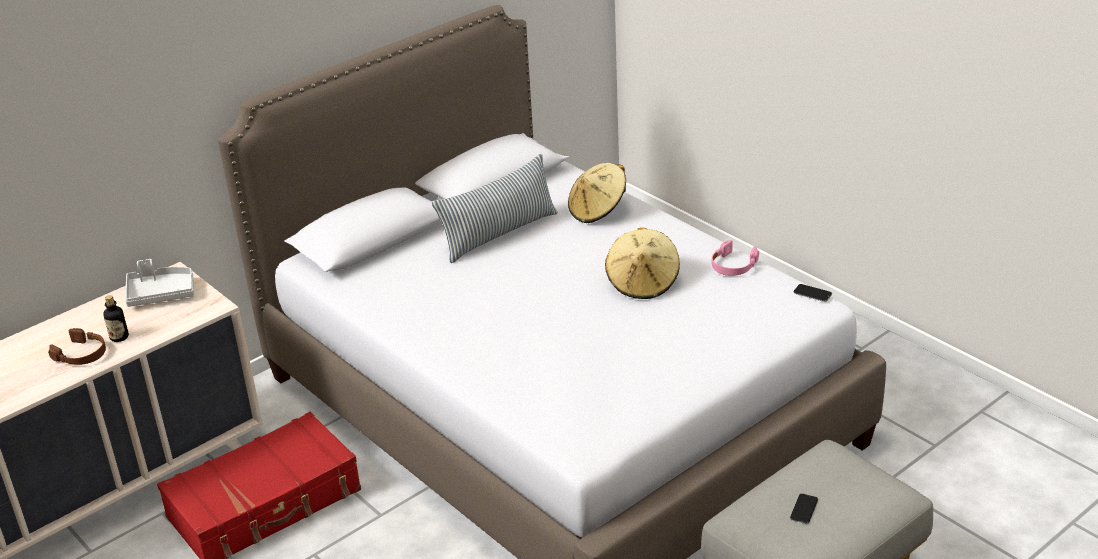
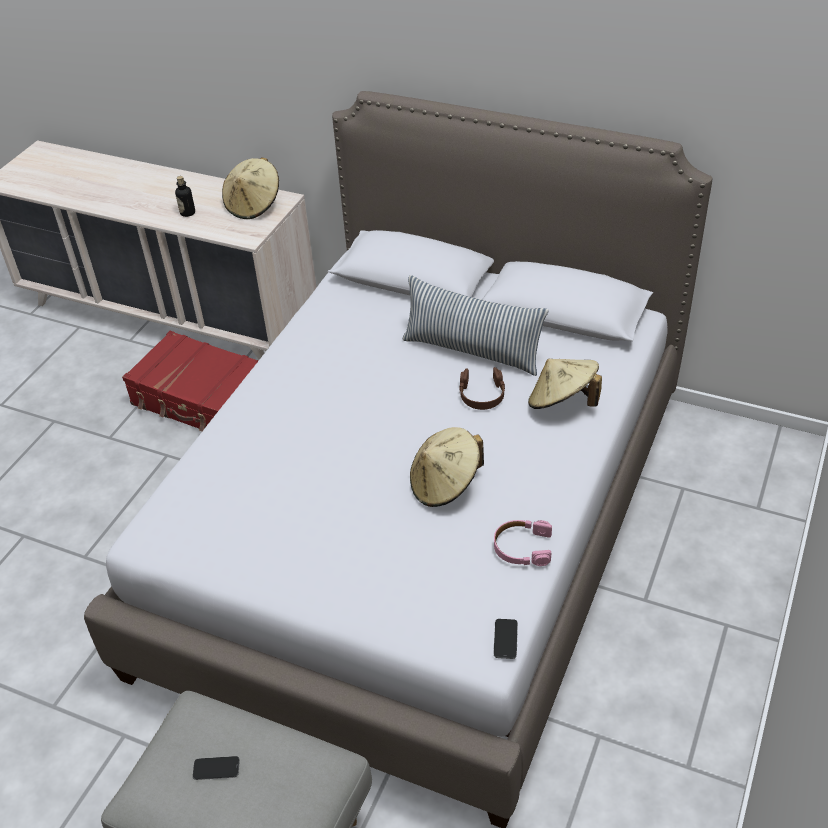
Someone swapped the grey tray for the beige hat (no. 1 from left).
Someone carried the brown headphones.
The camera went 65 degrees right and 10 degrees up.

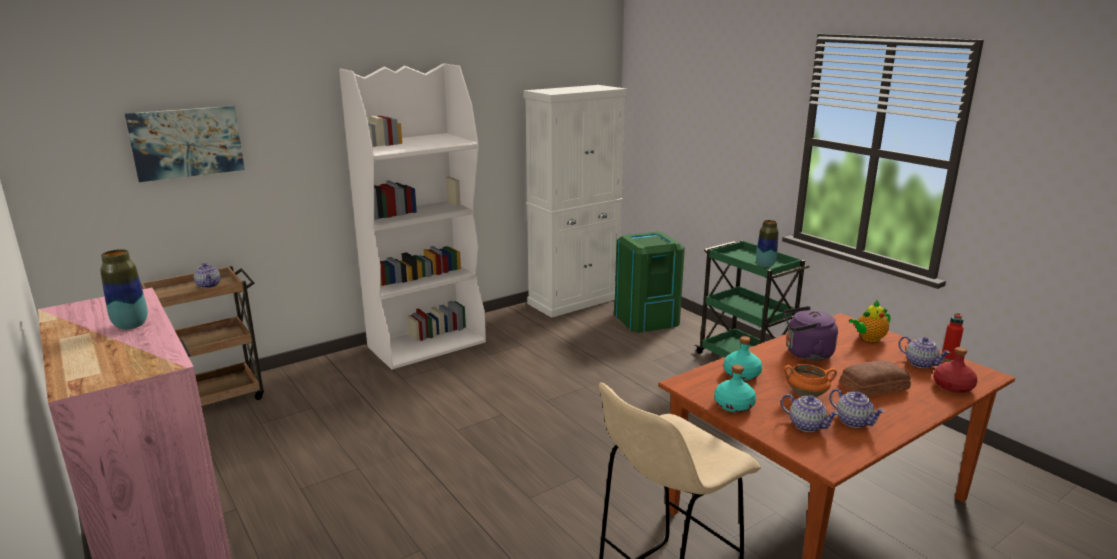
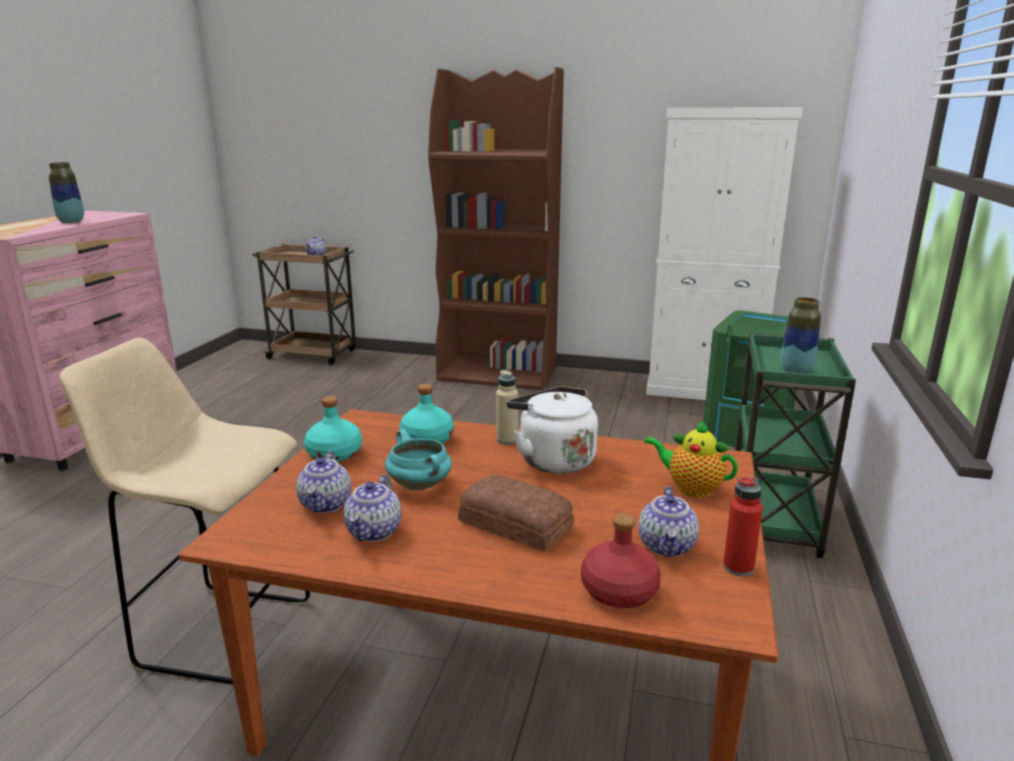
Someone repainted the white bookcase, which became the brown bookcase.
Someone took away the picture.
Someone repainted the purple kettle, which became the white kettle.
Someone repainted the orange cooking pot, which became the turquoise cooking pot.
Someone put down the beige bottle.
The camera went 50 degrees right and 0 degrees up.

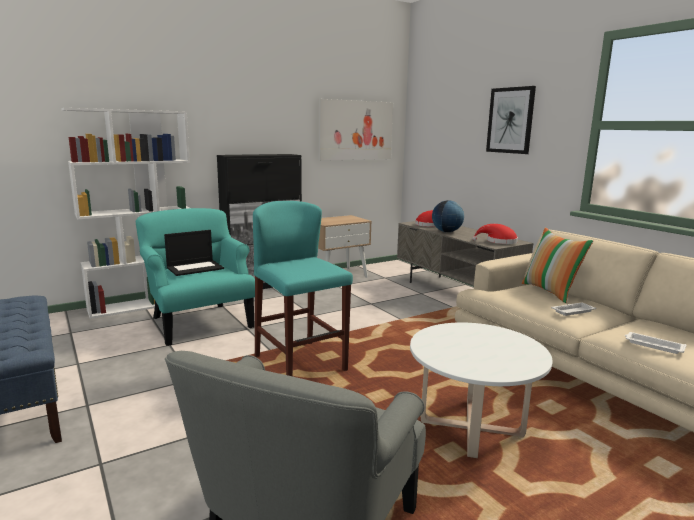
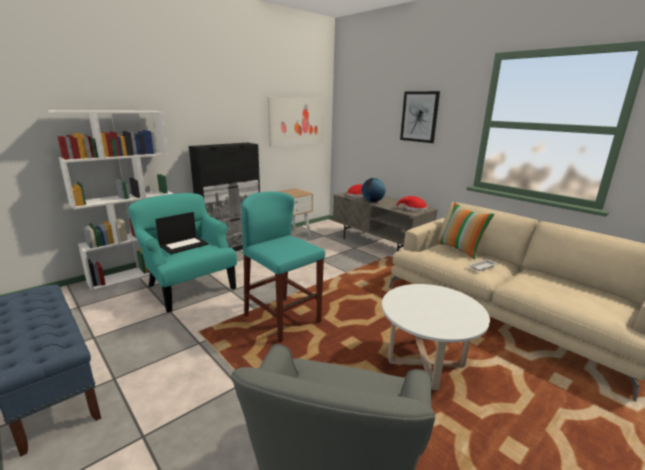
Someone took away the white tray (no. 2 from left).
The camera went 10 degrees left and 5 degrees up.

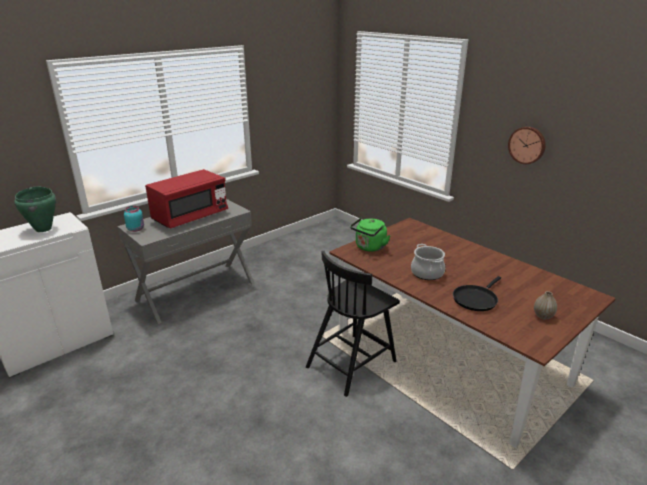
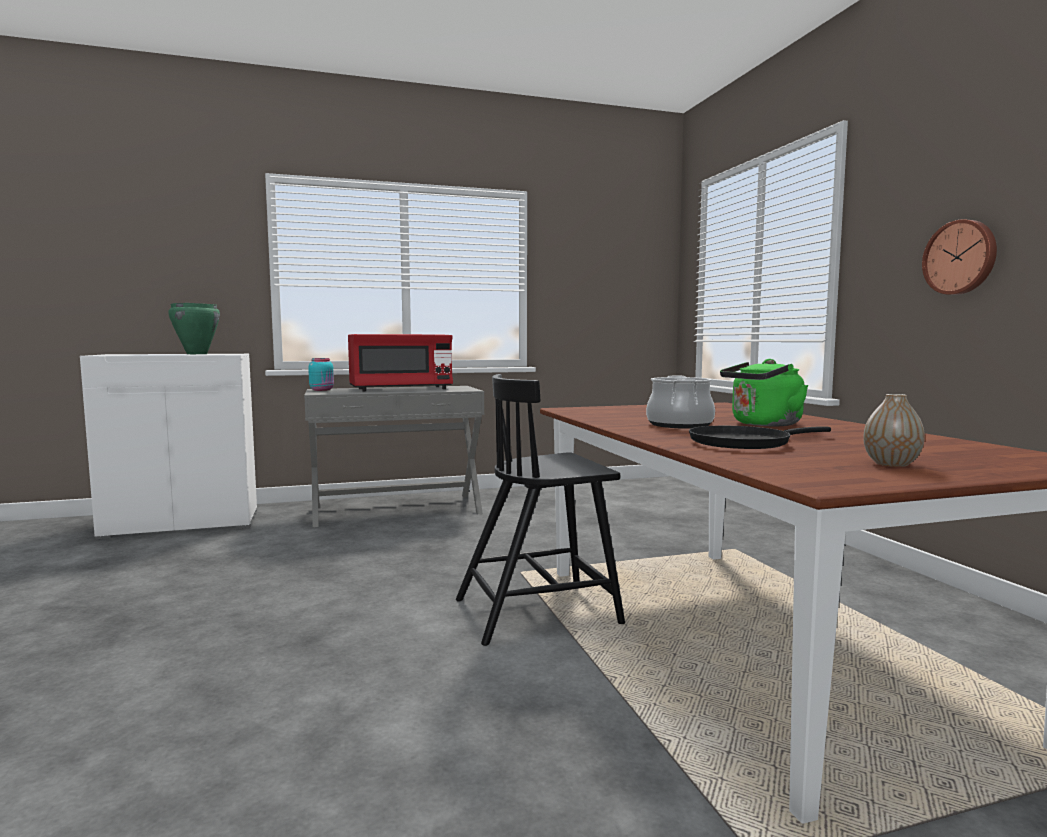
Someone carried the green kettle.
The camera went 25 degrees right and 20 degrees down.

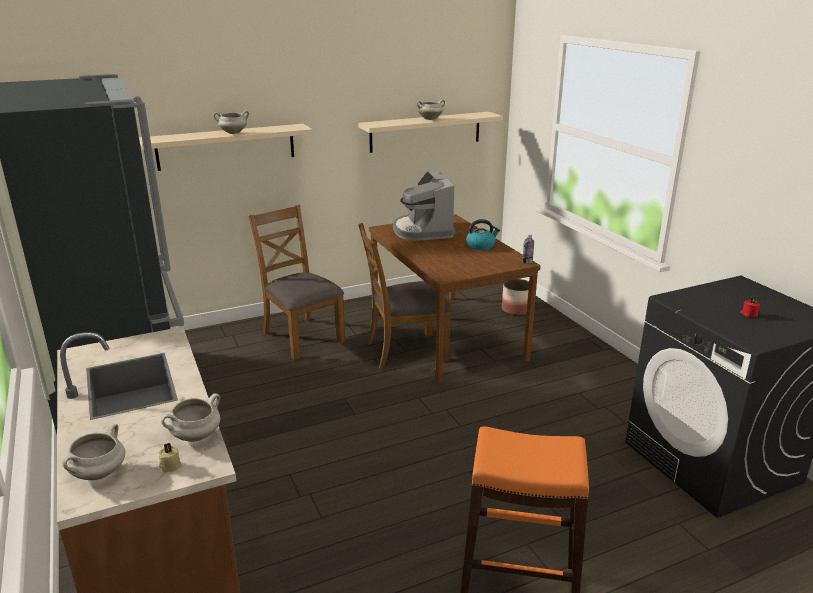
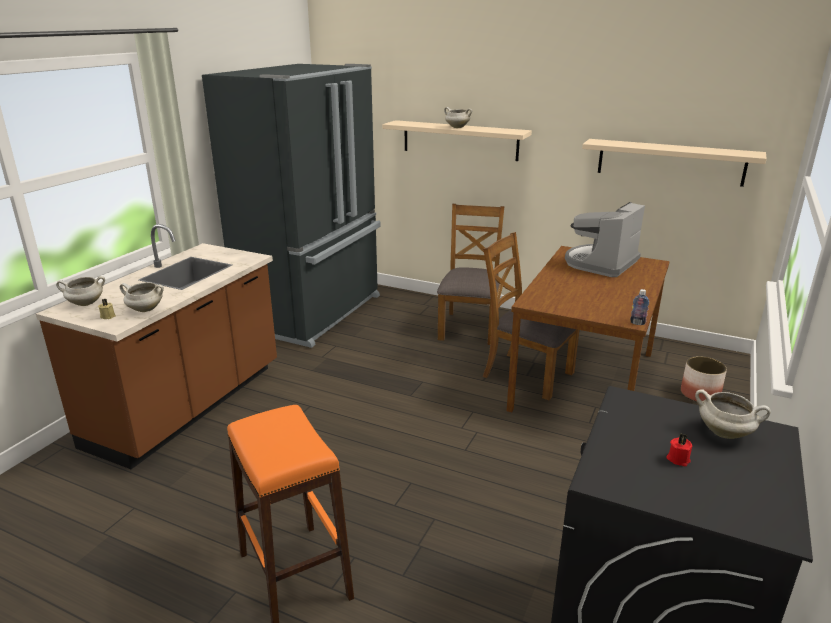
Someone carried the white cooking pot (no. 4 from left).
Someone took away the kettle.
The camera went 50 degrees right and 0 degrees up.

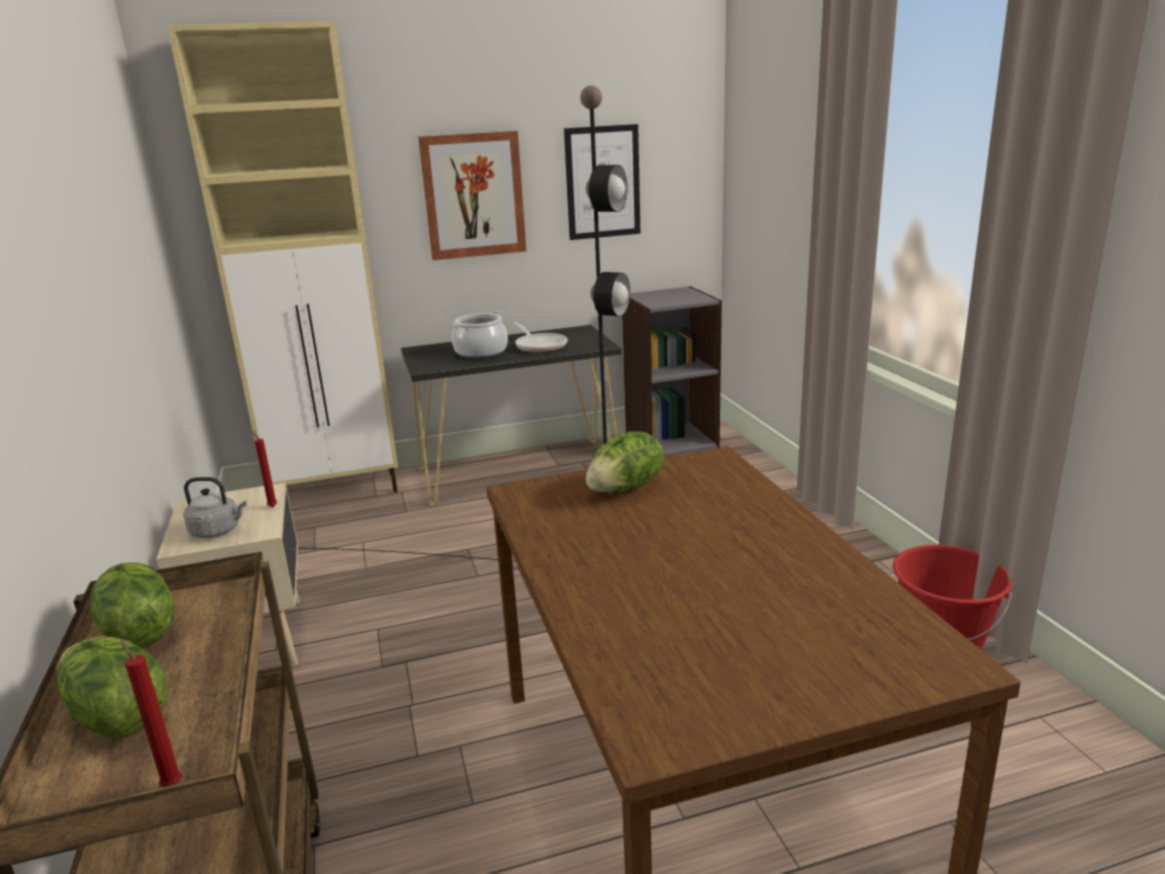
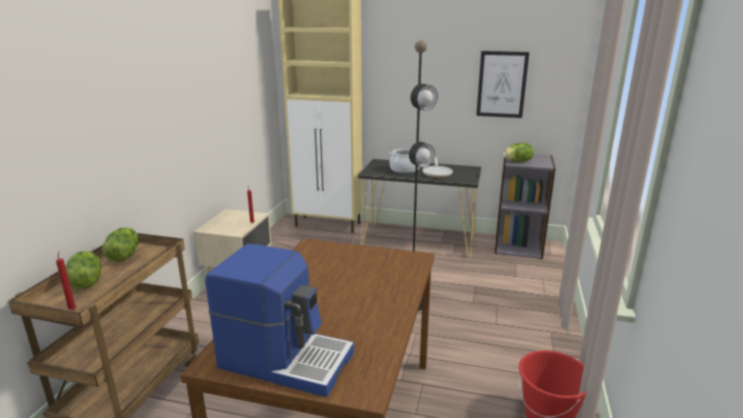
Someone took away the picture (no. 1 from left).
Someone carried the lettuce (no. 3 from left).
Someone took away the grey kettle.
Someone put down the coffee machine.
The camera went 30 degrees right and 0 degrees up.

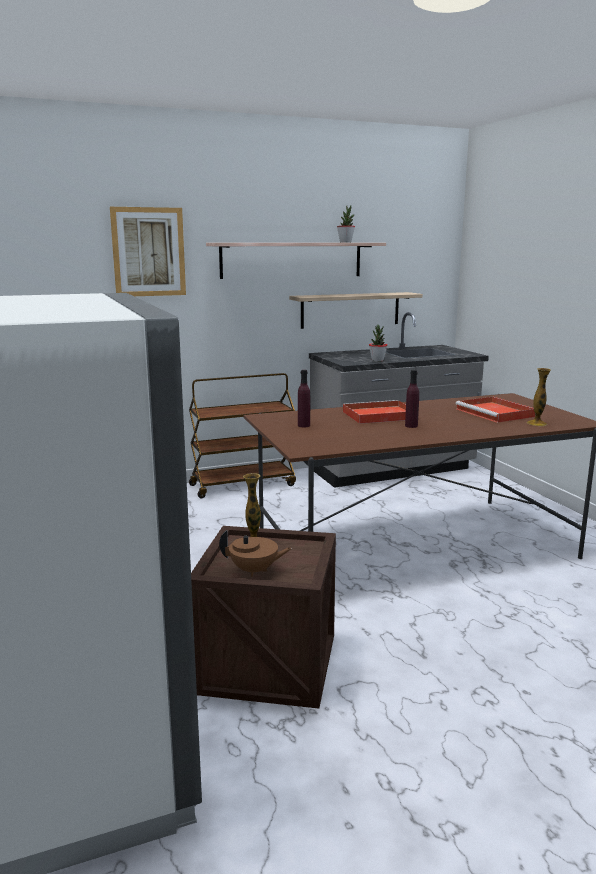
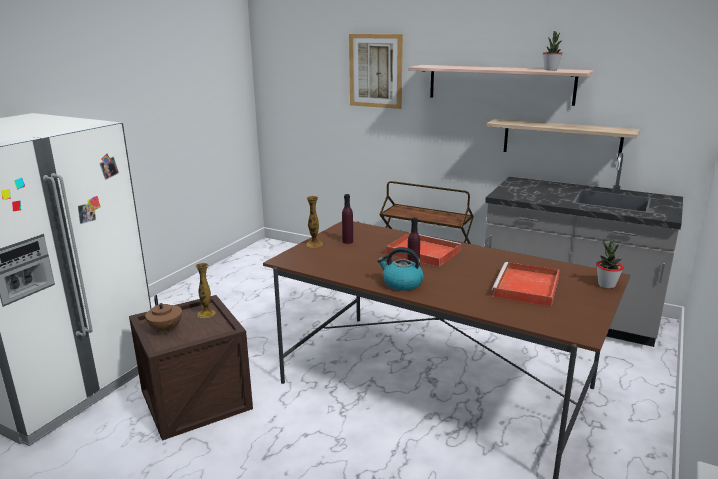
Someone carried the potted plant (no. 2 from left).
Someone carried the vase (no. 2 from left).
Someone put down the kettle.
The camera went 50 degrees right and 5 degrees up.

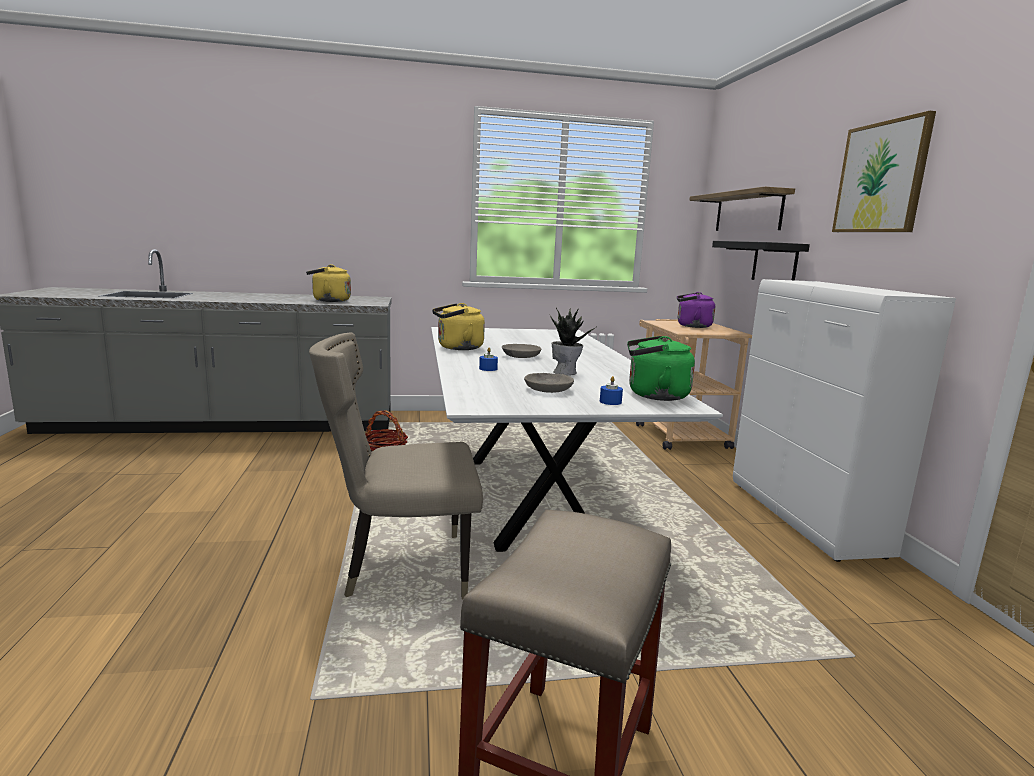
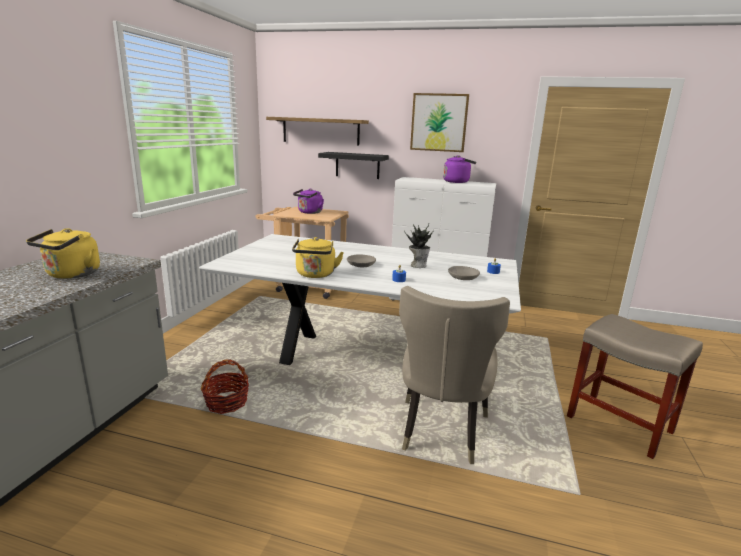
Someone took away the green kettle.
Someone put down the purple kettle (no. 2 from left).
The camera went 65 degrees left and 5 degrees up.

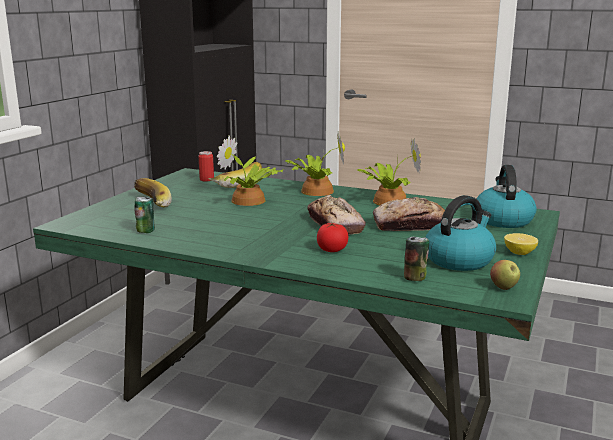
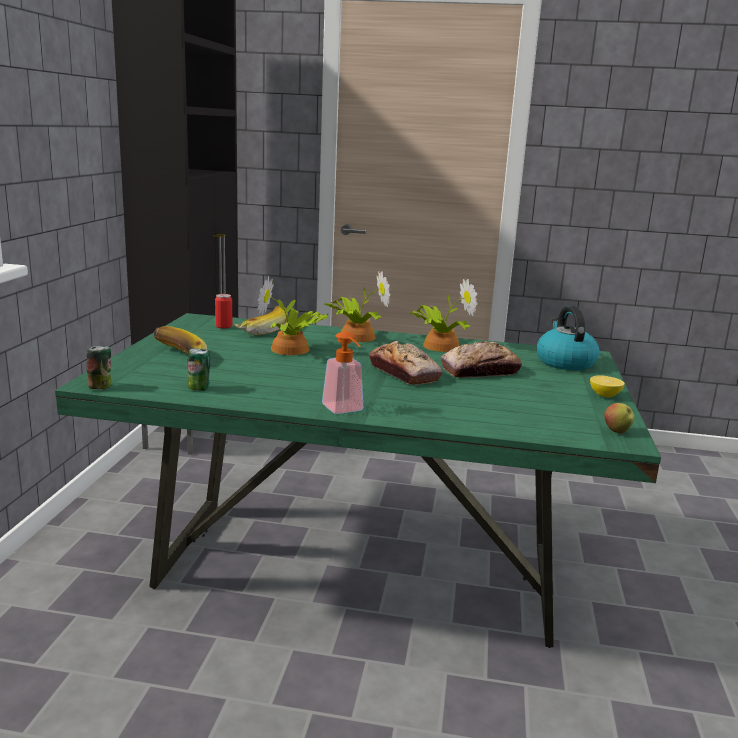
Someone took away the kettle (no. 1 from left).
Someone took away the tomato.
Someone carried the can (no. 3 from left in the first image).
Someone put down the soap dispenser.
The camera went 15 degrees left and 0 degrees up.

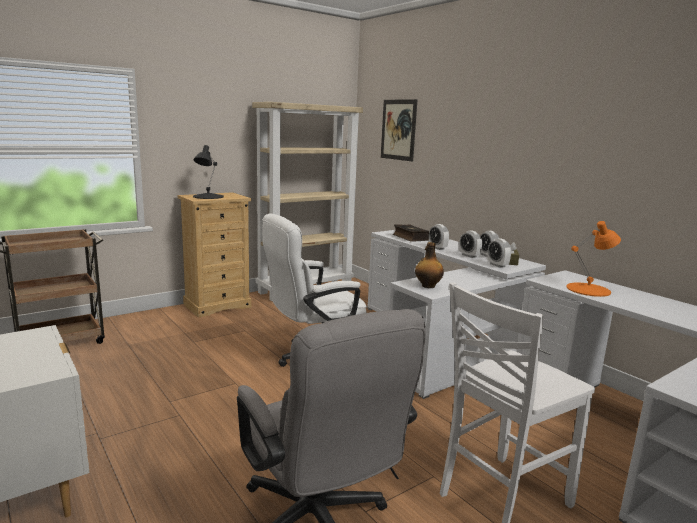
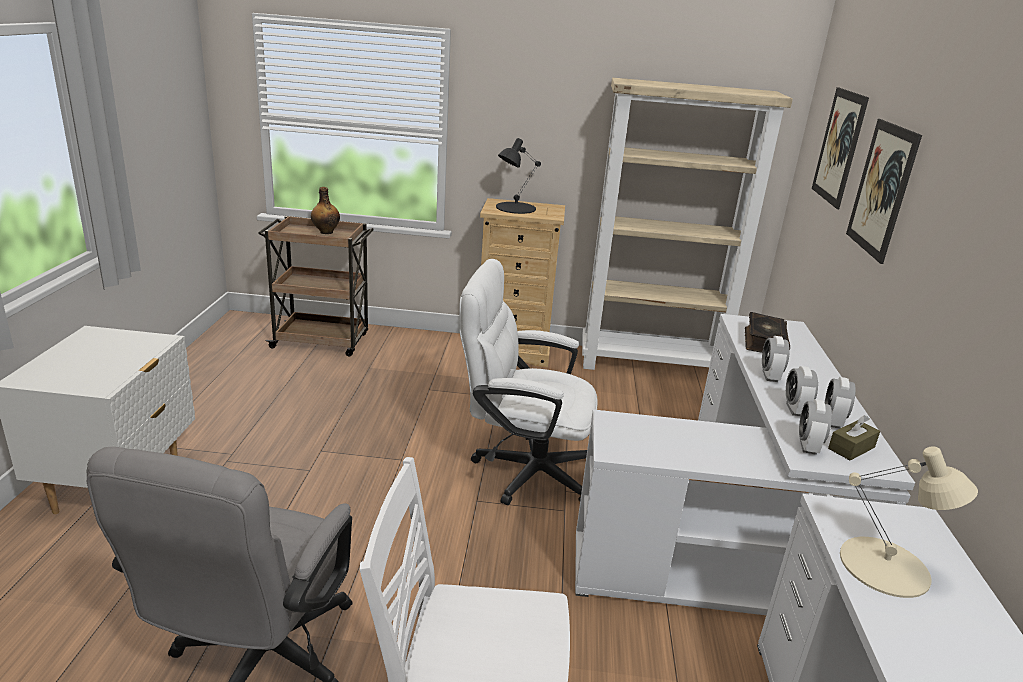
Someone repainted the orange table lamp, which became the beige table lamp.
Someone carried the bottle.
Someone put up the picture (no. 2 from left).
The camera went 40 degrees right and 10 degrees up.

